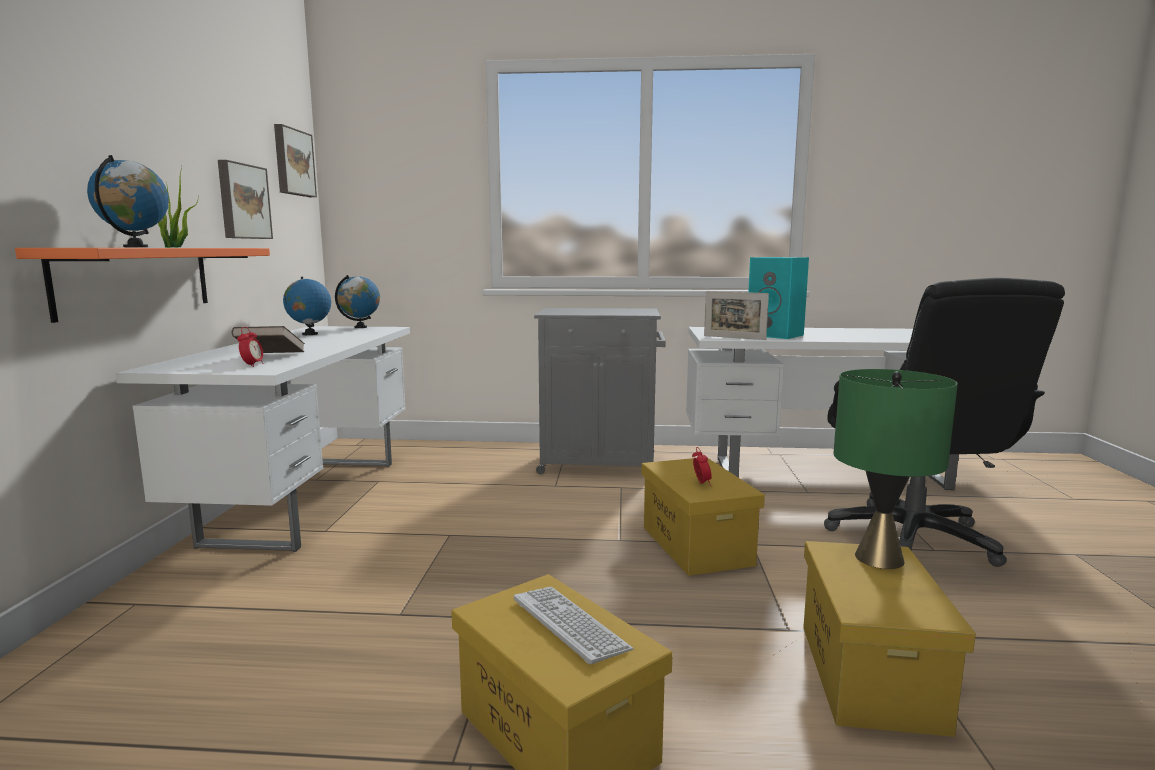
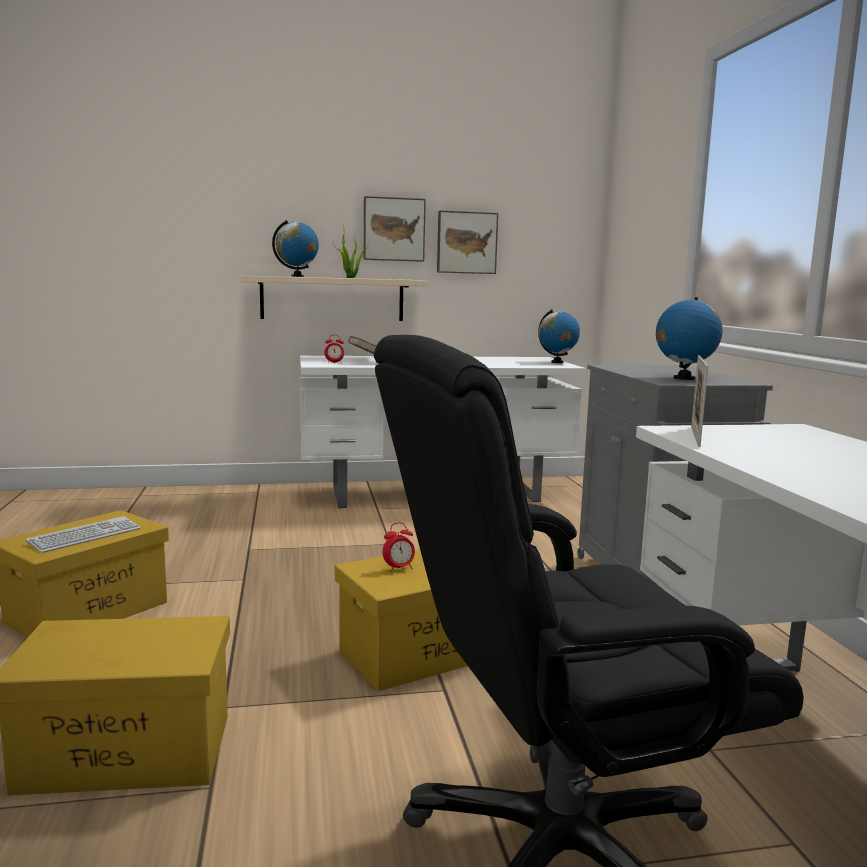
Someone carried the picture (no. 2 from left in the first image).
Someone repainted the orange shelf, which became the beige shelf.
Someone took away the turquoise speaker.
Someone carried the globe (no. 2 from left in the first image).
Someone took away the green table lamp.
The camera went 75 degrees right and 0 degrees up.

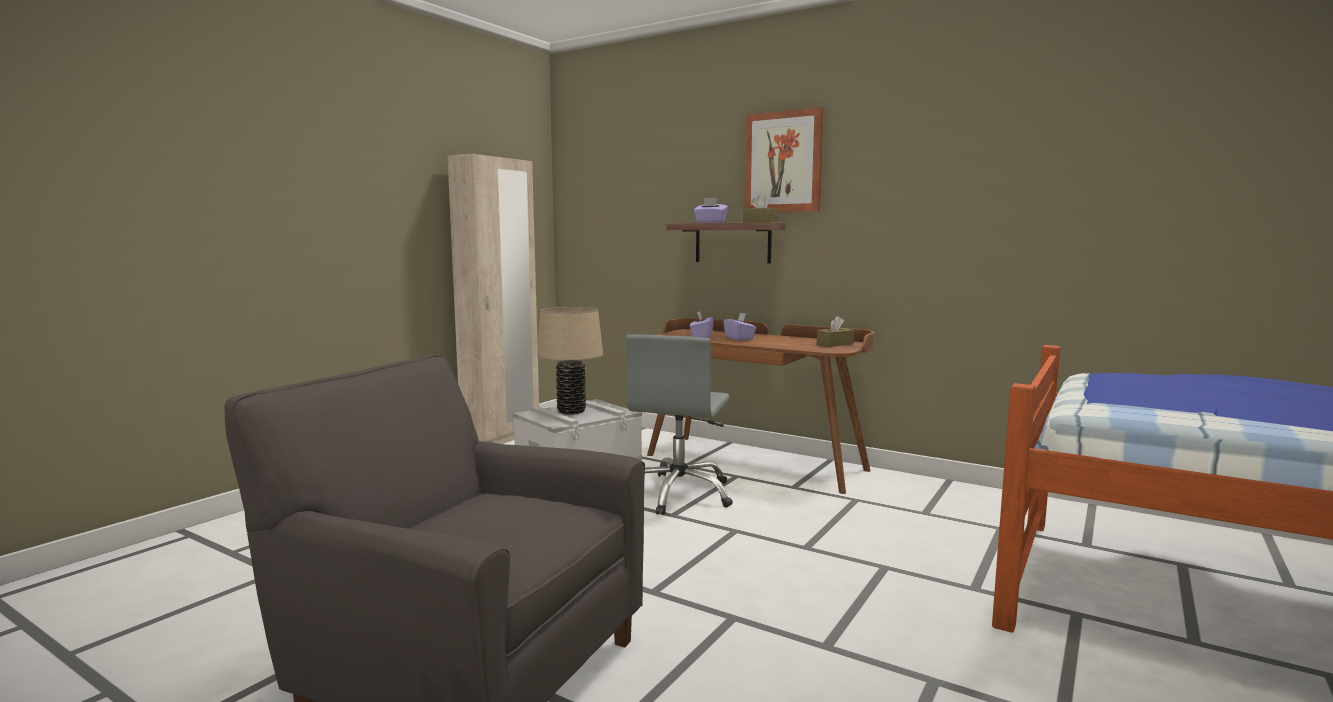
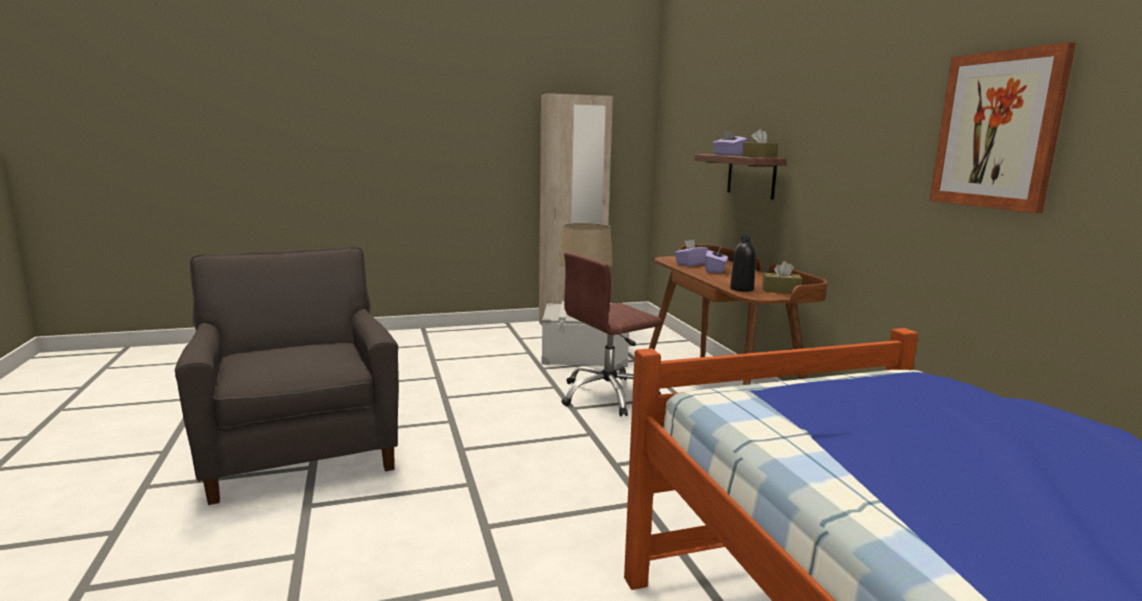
Someone carried the picture.
Someone repainted the grey office chair, which became the brown office chair.
Someone put down the black bottle.
The camera went 40 degrees right and 5 degrees up.

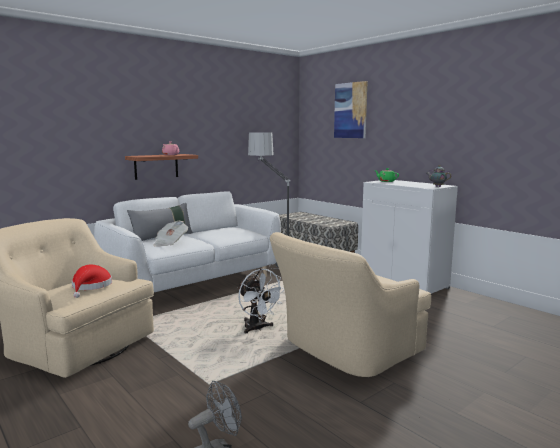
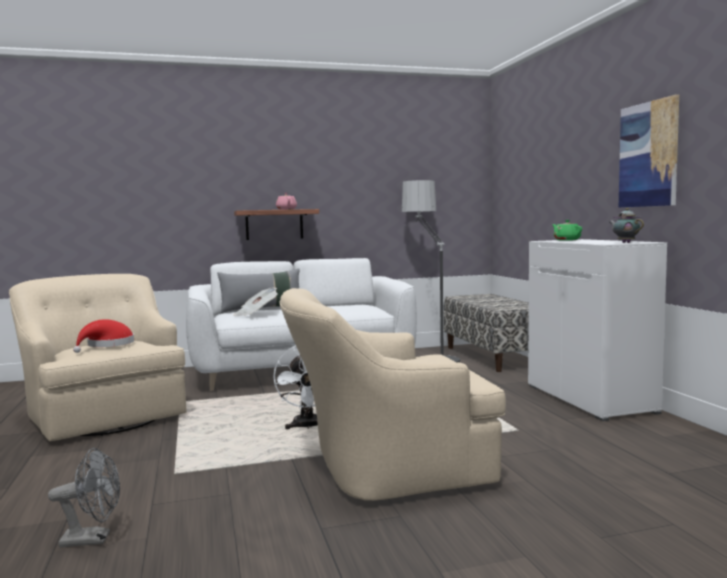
Someone carried the picture.
The camera went 25 degrees right and 5 degrees down.

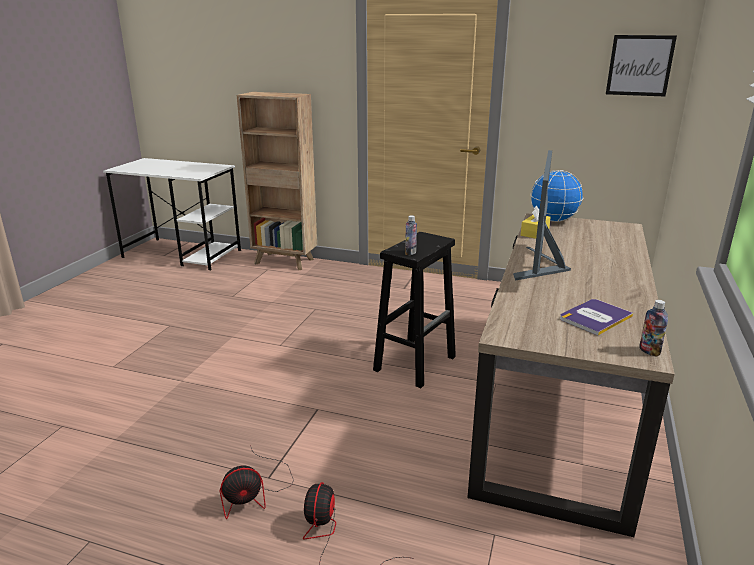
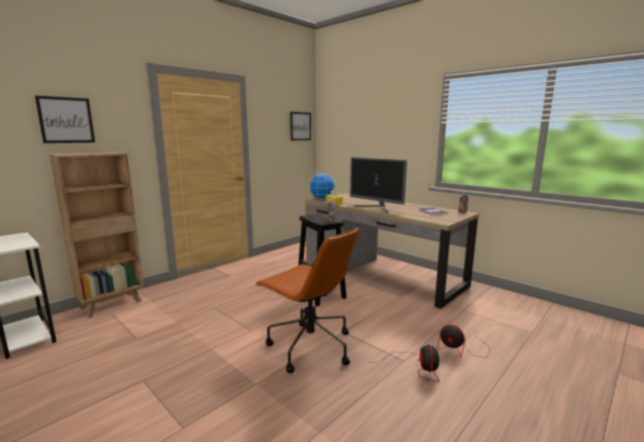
Someone put up the picture (no. 1 from left).
Someone put down the brown office chair.
The camera went 65 degrees left and 10 degrees down.

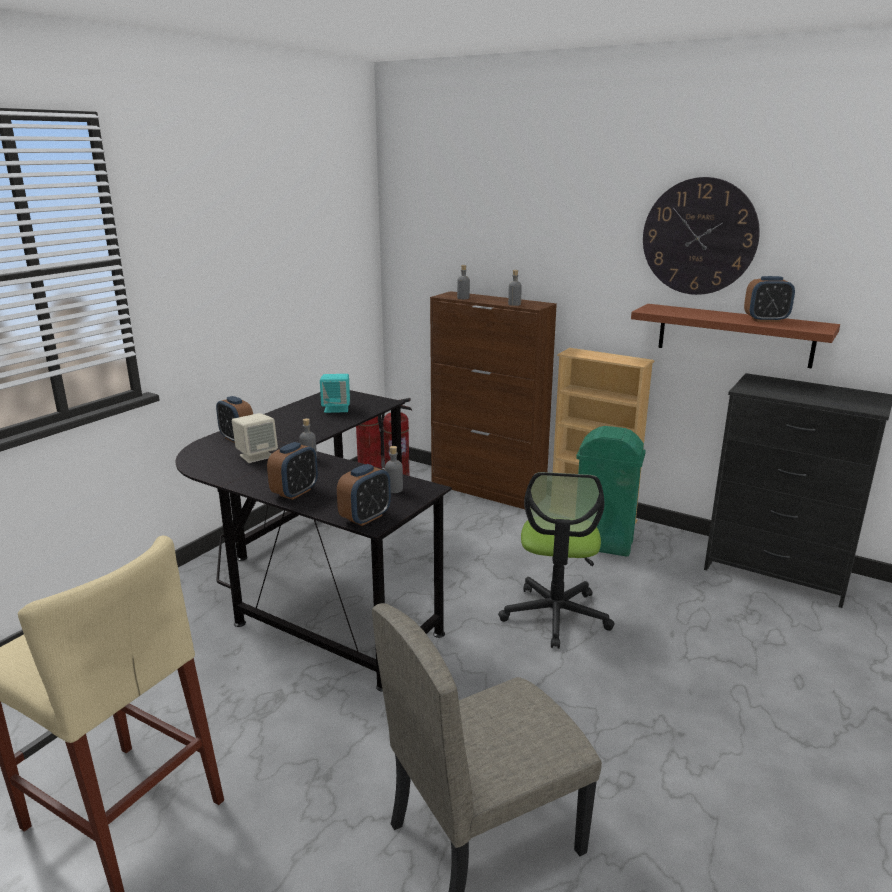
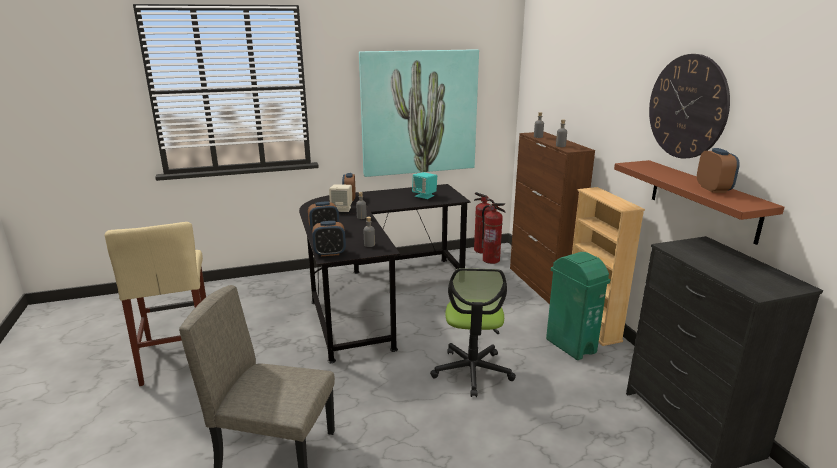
Someone rotated the alarm clock (no. 4 from left) by 135 degrees counterclockwise.
Someone rotated the office chair by 45 degrees counterclockwise.
Someone put up the picture.
The camera went 40 degrees right and 0 degrees up.

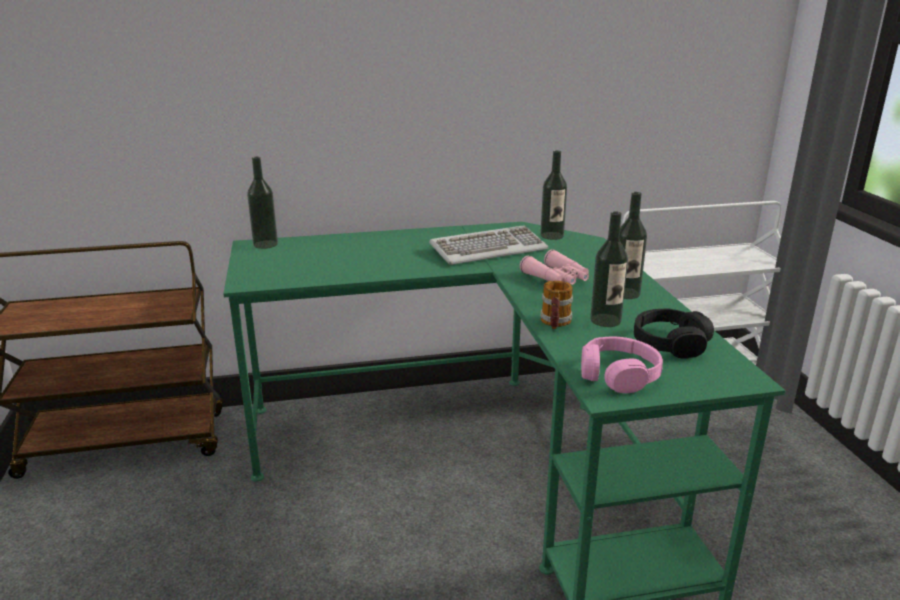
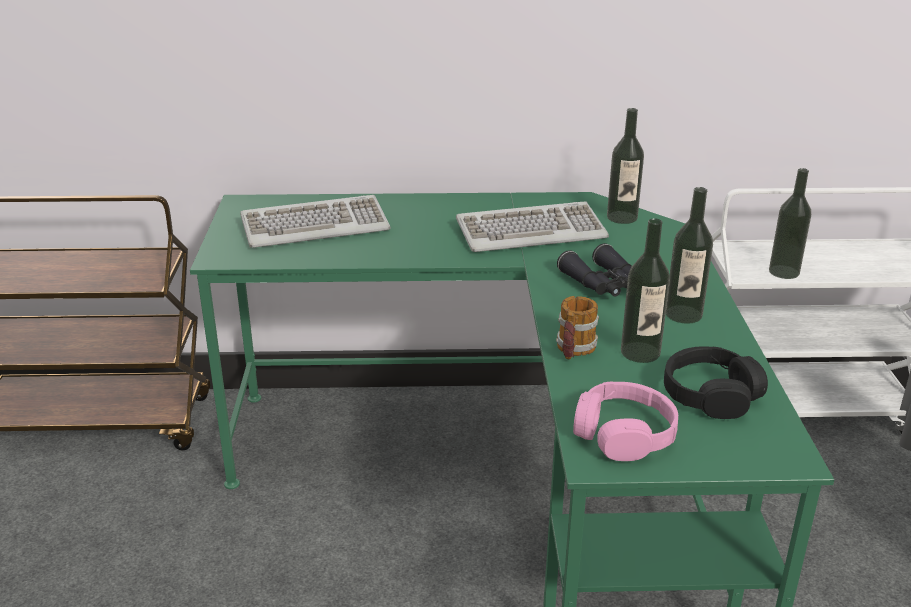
Someone carried the bottle (no. 1 from left in the first image).
Someone repainted the pink binoculars, which became the black binoculars.
Someone put down the keyboard (no. 1 from left).
The camera went 10 degrees right and 5 degrees up.

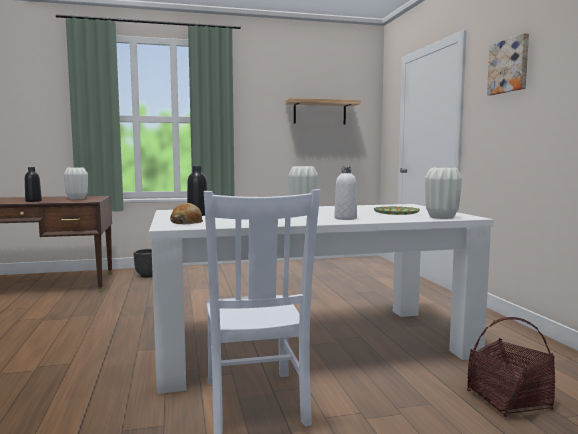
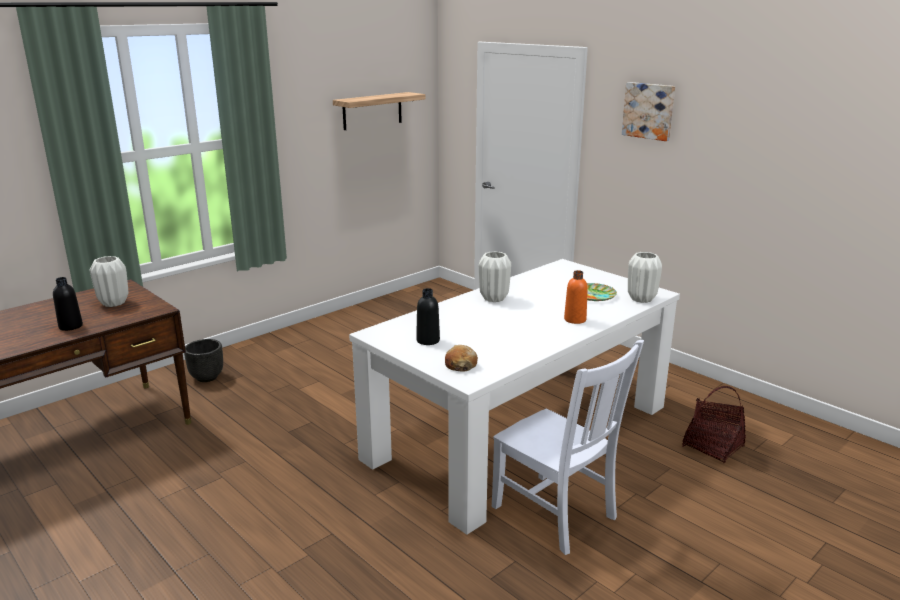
Someone repainted the white bottle, which became the orange bottle.
The camera went 30 degrees left and 15 degrees up.

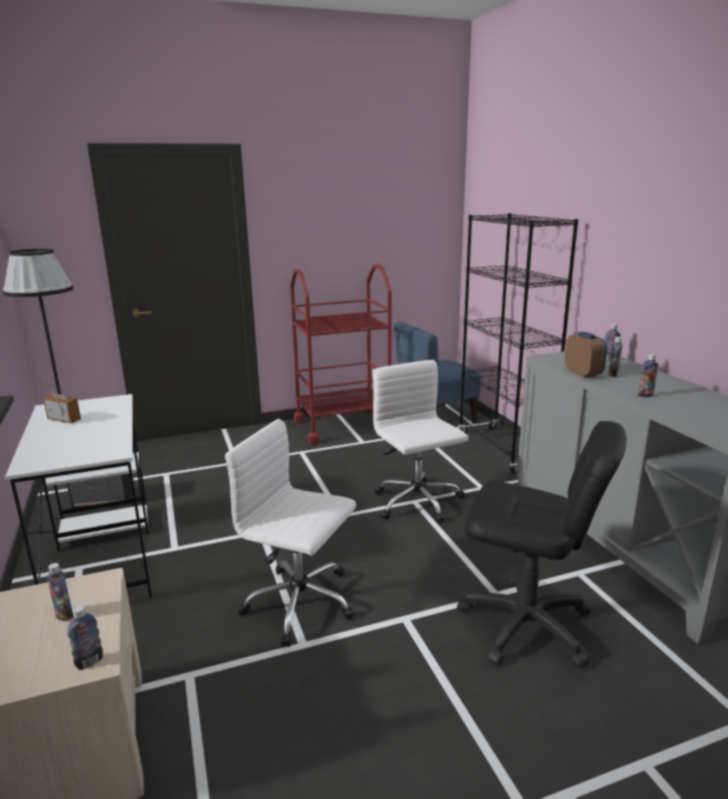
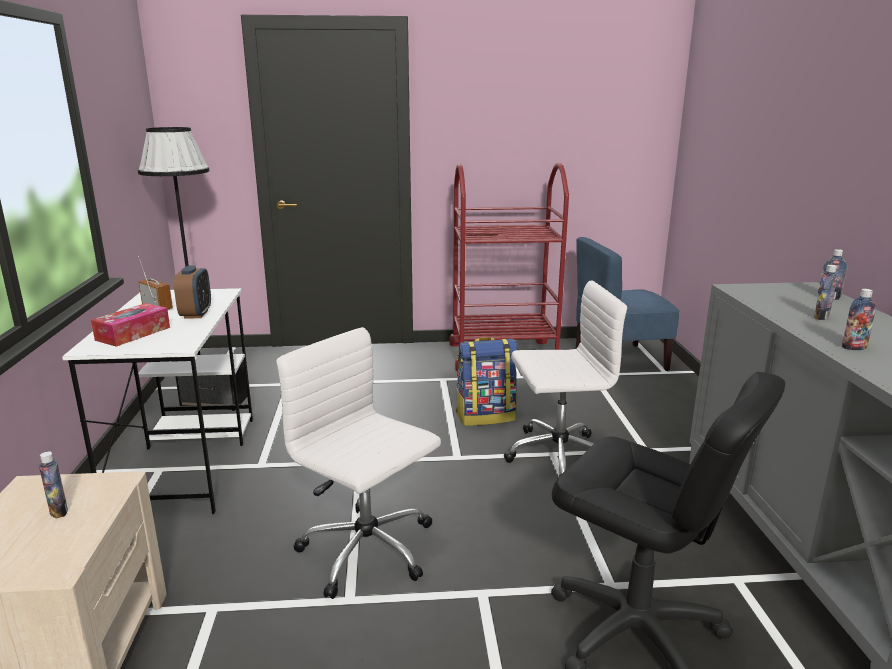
Someone took away the black bookcase.
Someone carried the alarm clock.
Someone rotated the white office chair (no. 2 from left) by 90 degrees clockwise.
Someone took away the bottle (no. 2 from left).
Someone put down the tissue box.
Someone put down the backpack.
The camera went 15 degrees right and 0 degrees up.

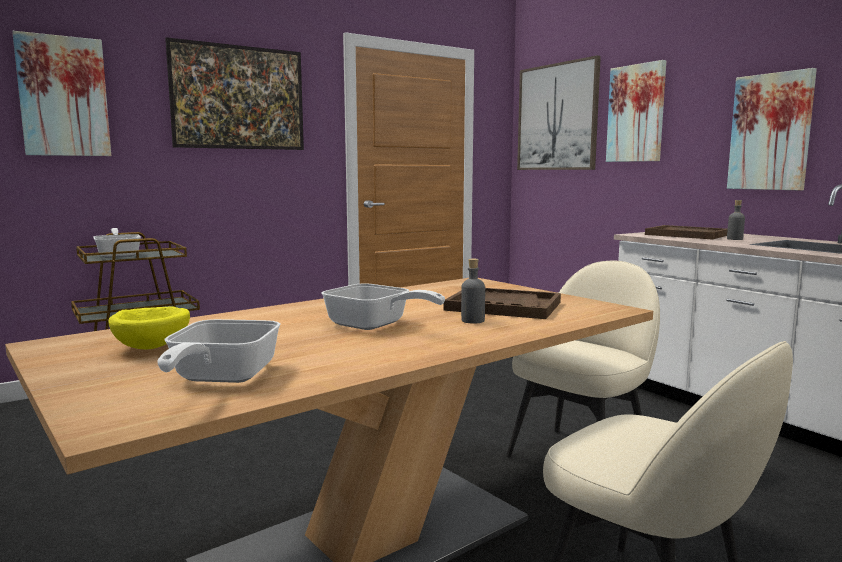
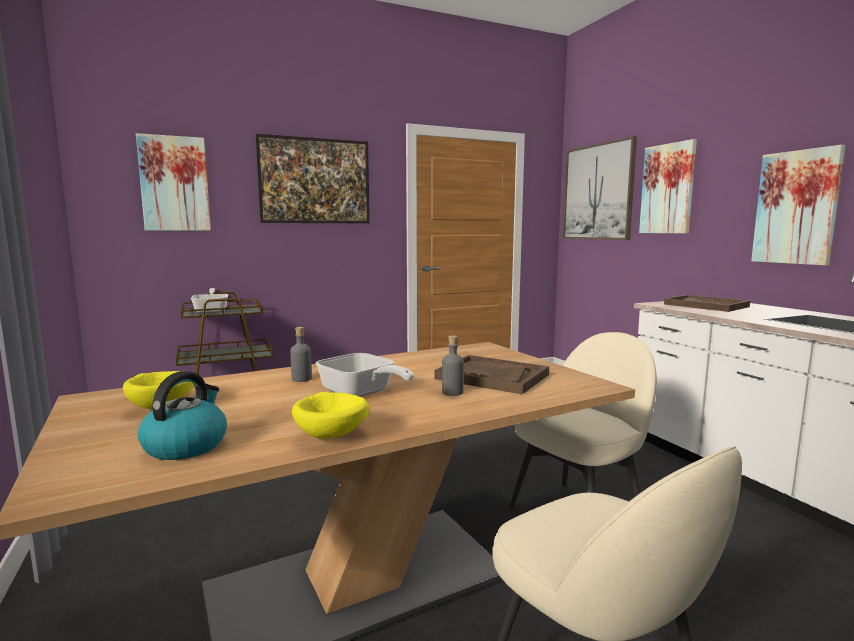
Someone carried the grey bottle (no. 2 from left in the first image).
Someone swapped the frying pan (no. 2 from left) for the kettle.
Someone put down the yellow bowl (no. 2 from left).
The camera went 10 degrees right and 0 degrees up.

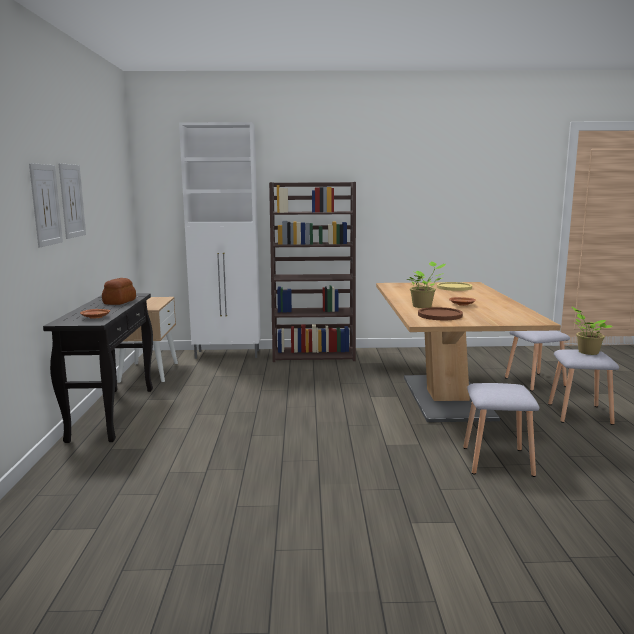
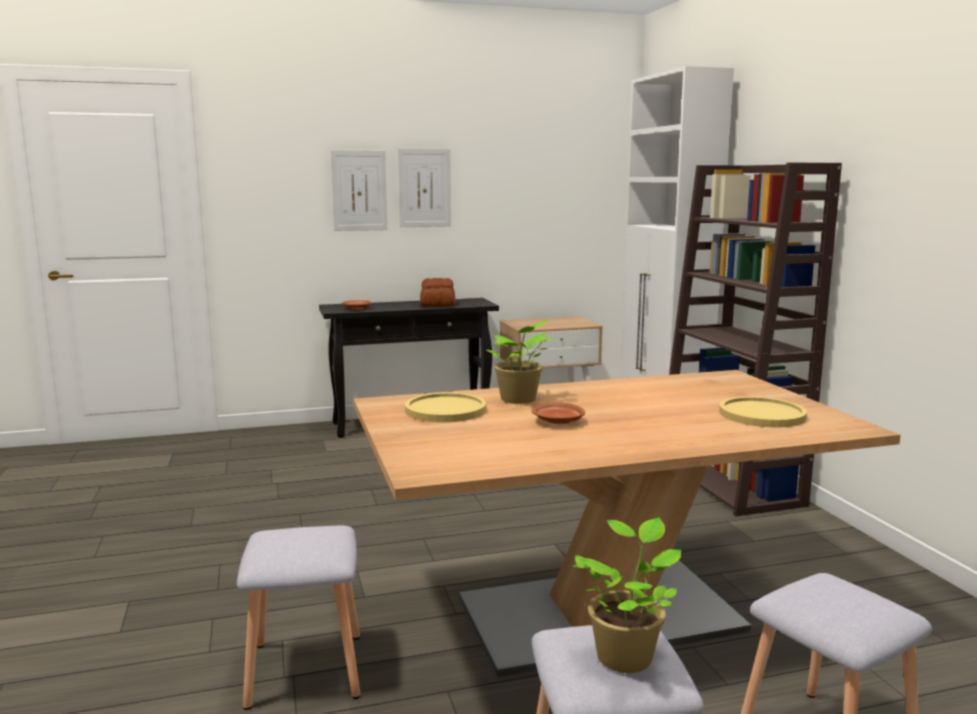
Someone repainted the brown plate (no. 2 from left), which became the yellow plate (no. 1 from left).
The camera went 75 degrees right and 0 degrees up.

